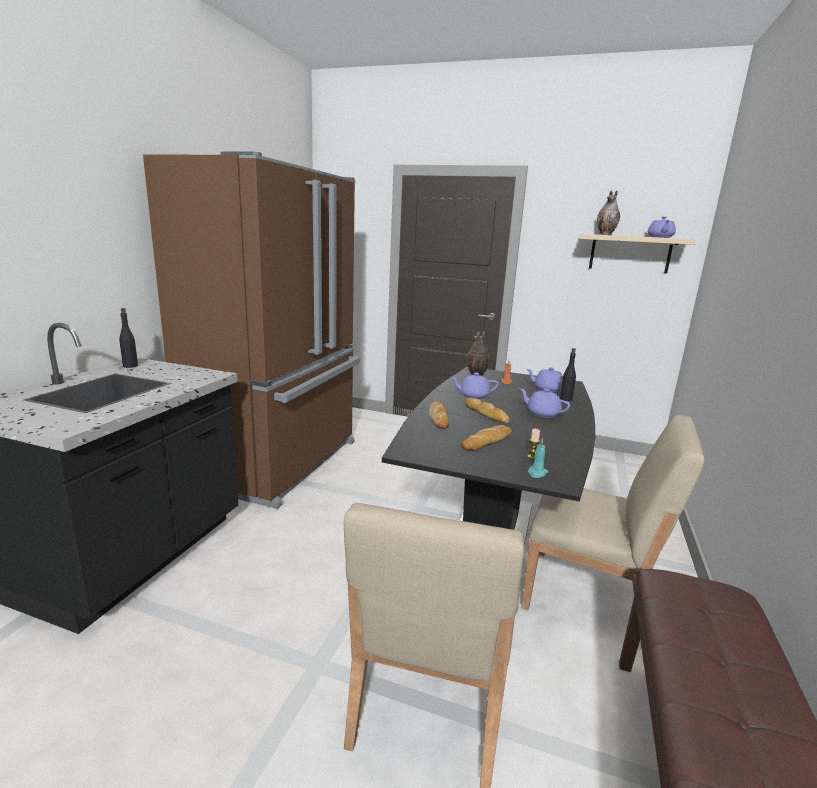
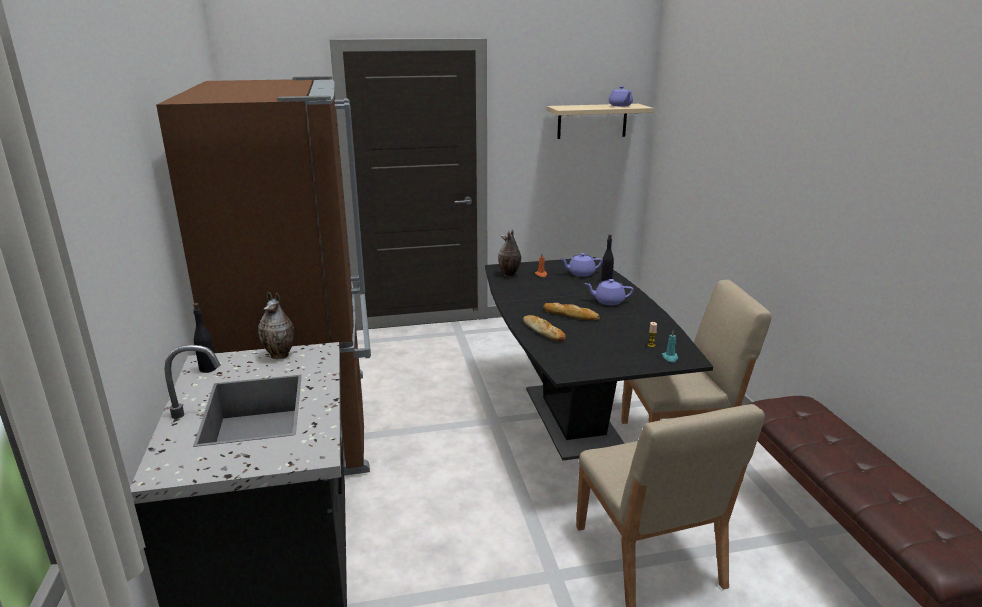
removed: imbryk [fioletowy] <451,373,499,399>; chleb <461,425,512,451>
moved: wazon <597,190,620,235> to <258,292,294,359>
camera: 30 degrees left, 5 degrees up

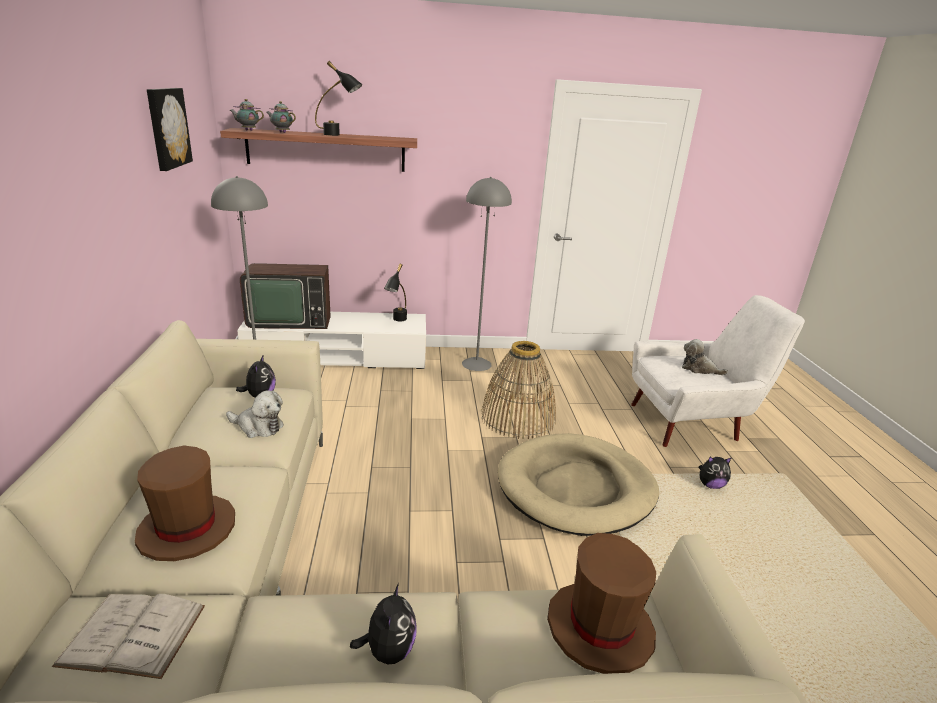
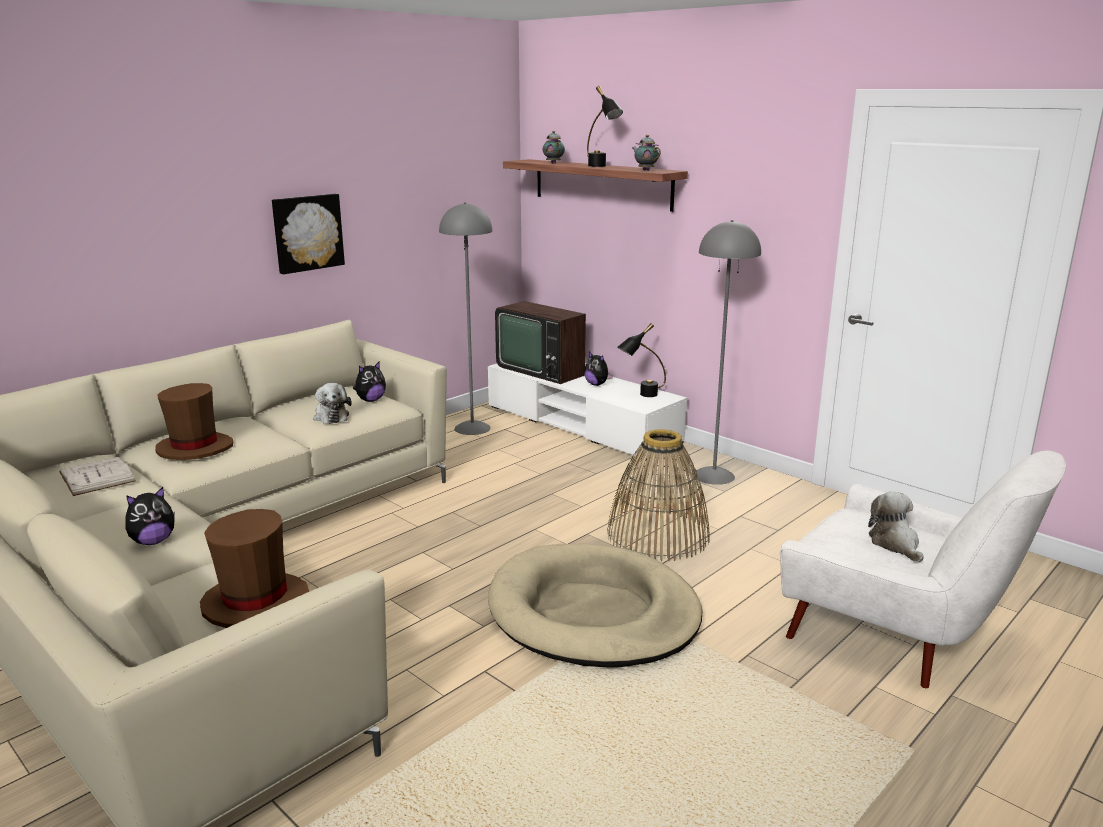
moved: obraz <147,88,193,171> to <272,194,345,274>; pluszak <699,457,732,489> to <584,352,613,386>; imbryk <229,99,264,131> to <632,135,661,171>
camera: 50 degrees right, 5 degrees down

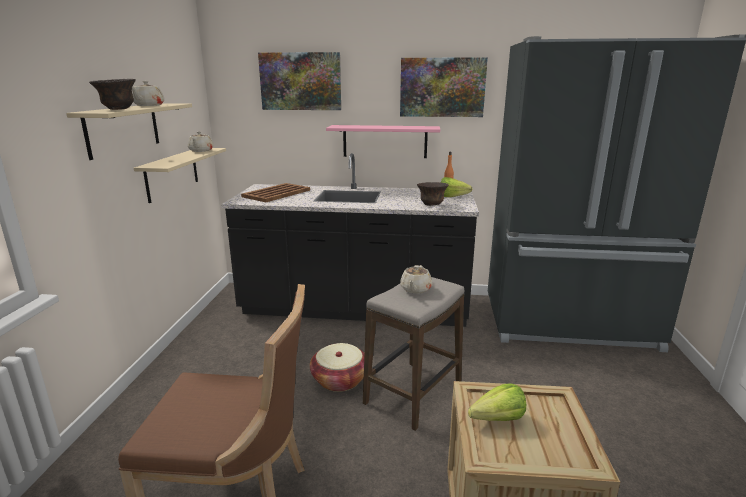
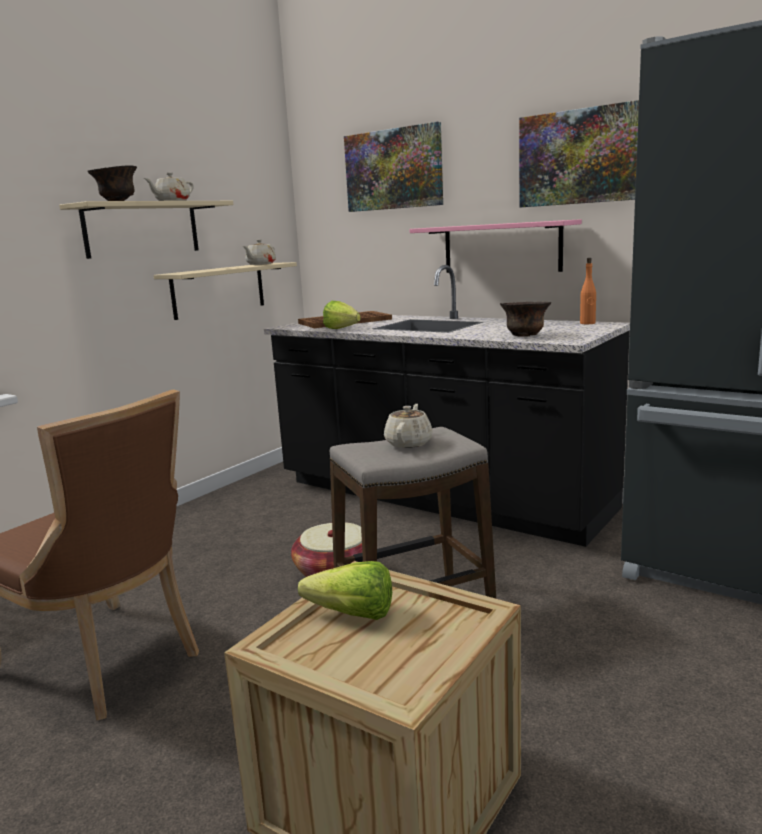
moved: sałata <441,177,472,197> to <323,301,361,329>
turned: imbryk [beżowy] <400,265,432,294> = <384,404,432,448> 150 degrees clockwise
camera: 30 degrees right, 5 degrees down

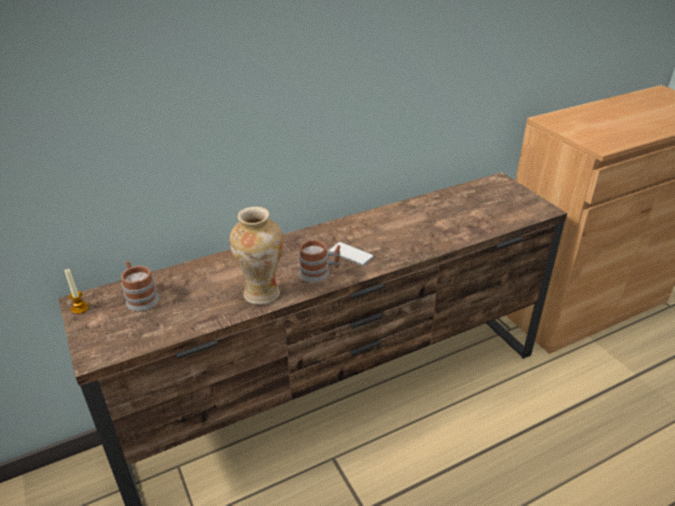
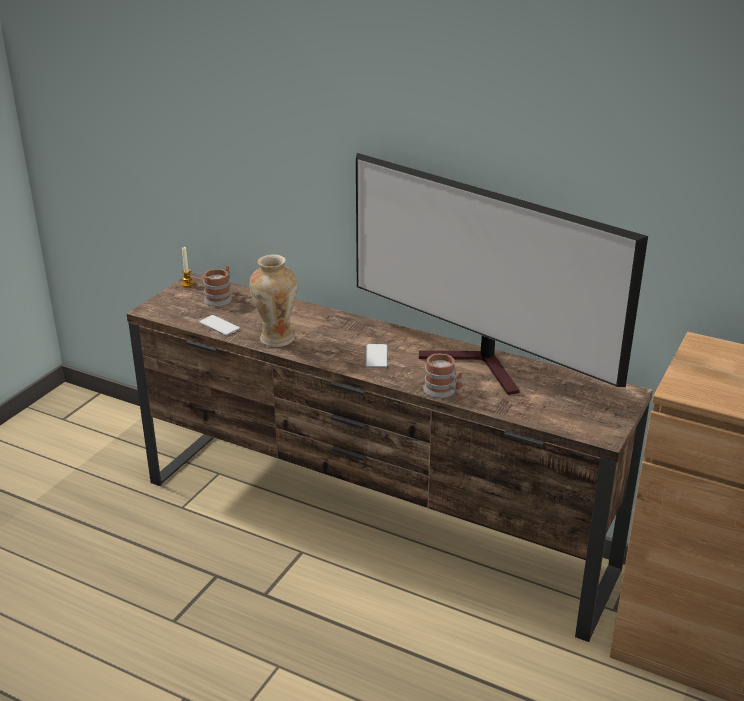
added: telefon <199,315,241,336>; telewizor <356,153,648,395>
moved: kubek <299,240,340,282> to <423,353,462,398>
camera: 55 degrees right, 5 degrees down

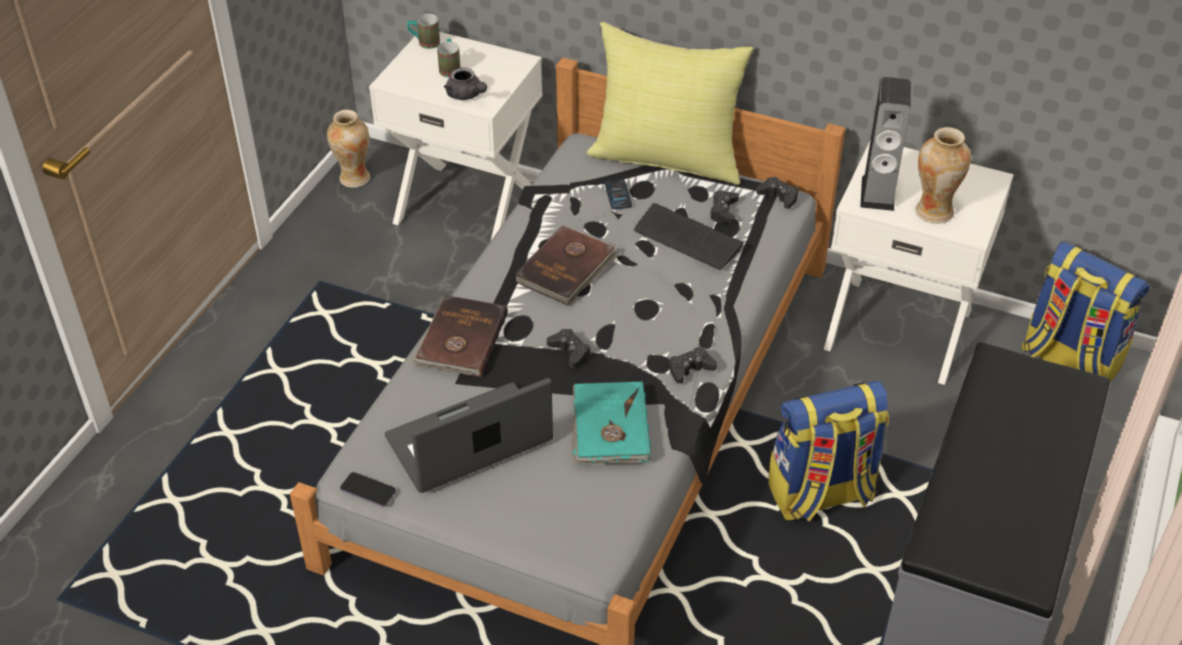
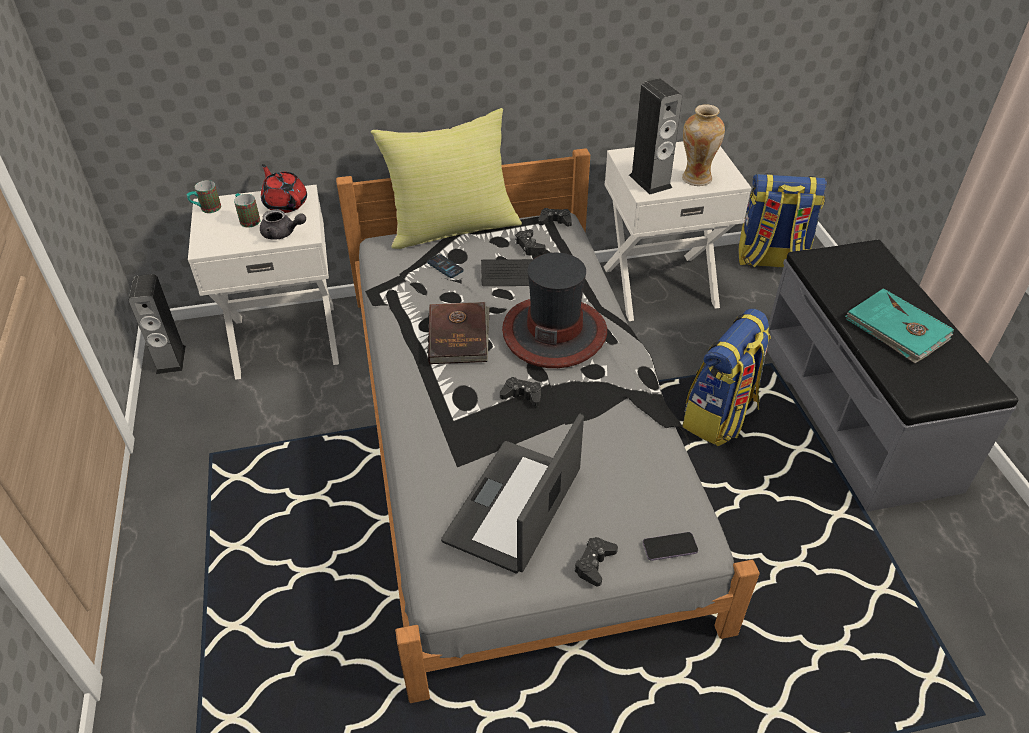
removed: książka [brązowy] <410,295,508,377>
added: imbryk [czerwony] <261,164,307,213>; kapelusz <502,253,607,368>
moved: pad do gier [czarny] <670,347,717,384> to <574,537,618,586>; telefon <340,472,396,507> to <643,532,698,561>; książka [turkusowy] <572,381,651,465> to <845,288,954,363>
replaced: wazon <327,110,370,188> to głośnik <129,274,186,374>
camera: 35 degrees left, 0 degrees up

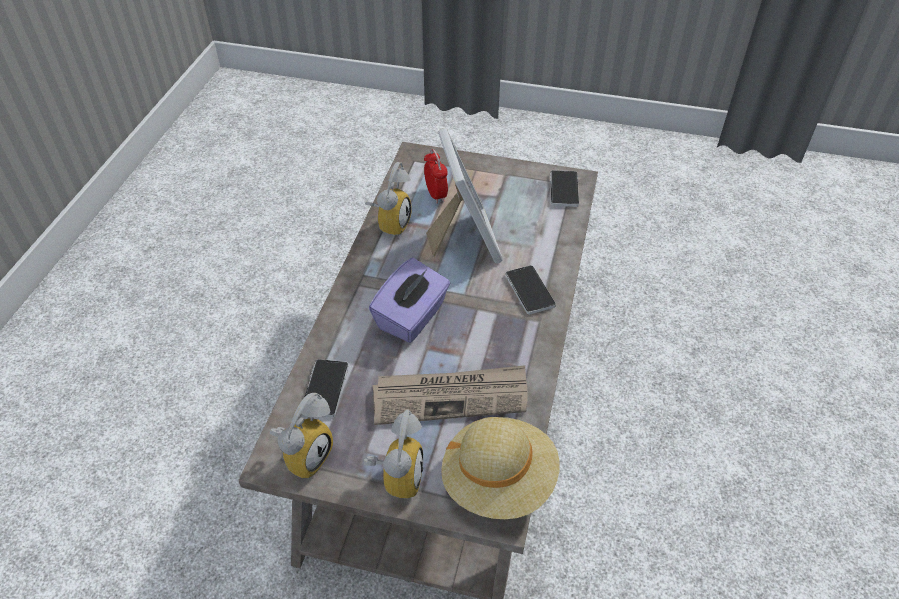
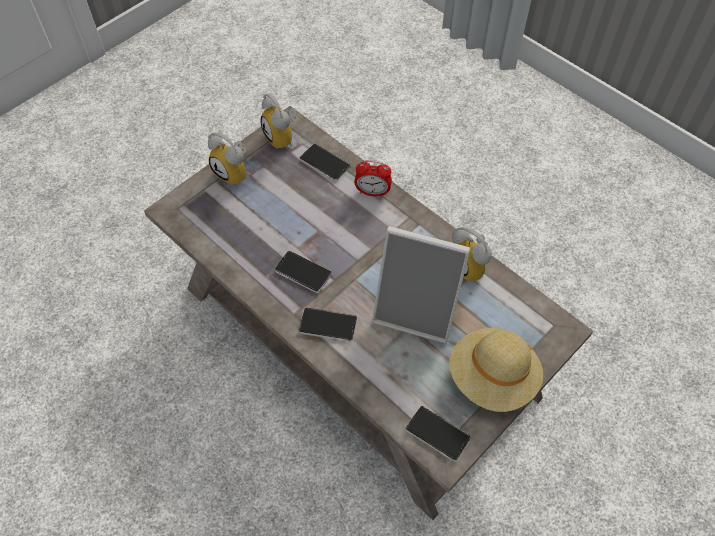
removed: pudełko chusteczek [fioletowy] <369,258,450,343>; gazeta <373,365,528,425>
added: telefon <274,251,332,293>
moved: budzik <424,149,448,204> to <354,160,392,197>; kapelusz [beżowy] <441,417,560,519> to <449,328,543,412>
camera: 120 degrees right, 10 degrees up

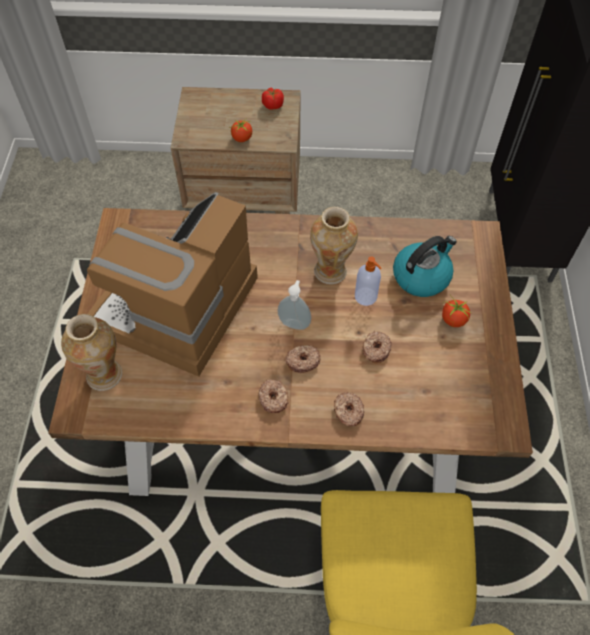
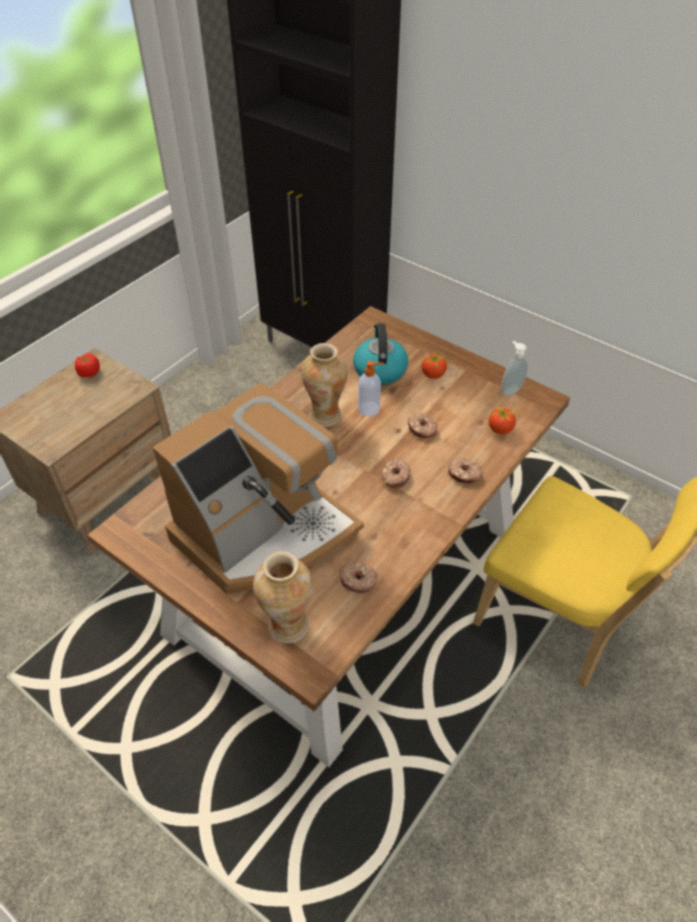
moved: donut <259,379,288,413> to <339,563,378,593>; pomidor <231,119,252,142> to <489,405,516,434>; dozownik mydła <277,280,311,330> to <501,341,528,396>
turned: ekspres do kawy <87,192,258,377> = <152,383,364,594> 105 degrees counterclockwise
camera: 55 degrees left, 10 degrees down

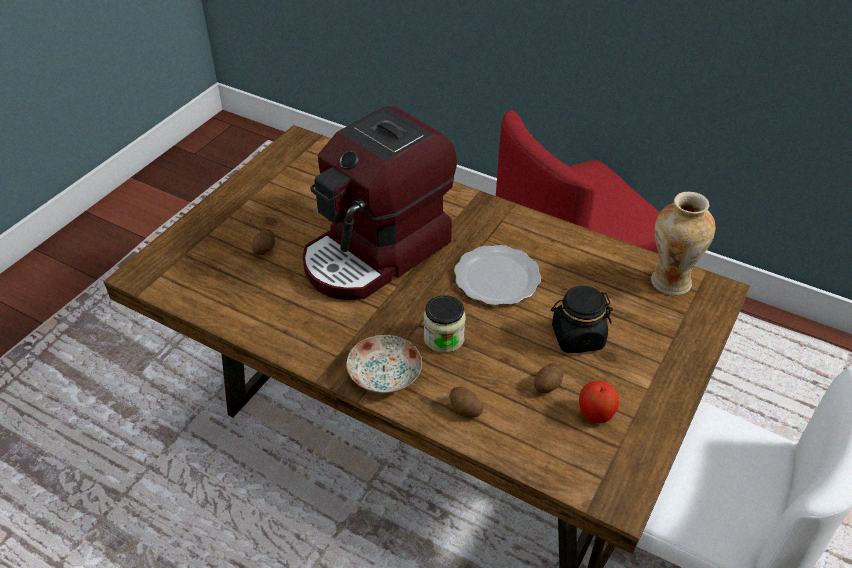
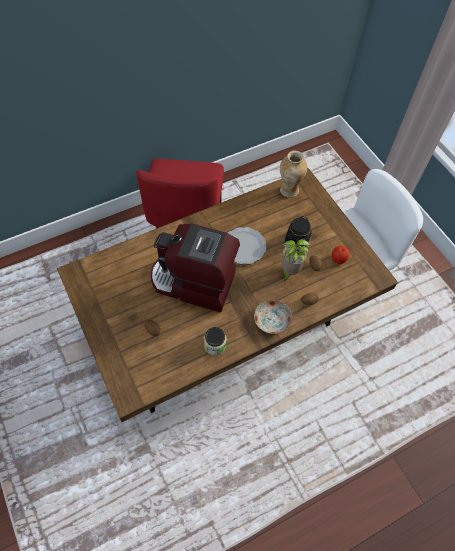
added: roślina doniczkowa <281,239,310,282>
moved: słoik <424,295,466,353> to <204,327,226,356>
turned: ekspres do kawy <302,106,457,300> = <151,223,240,312> 120 degrees clockwise
camera: 60 degrees left, 15 degrees up

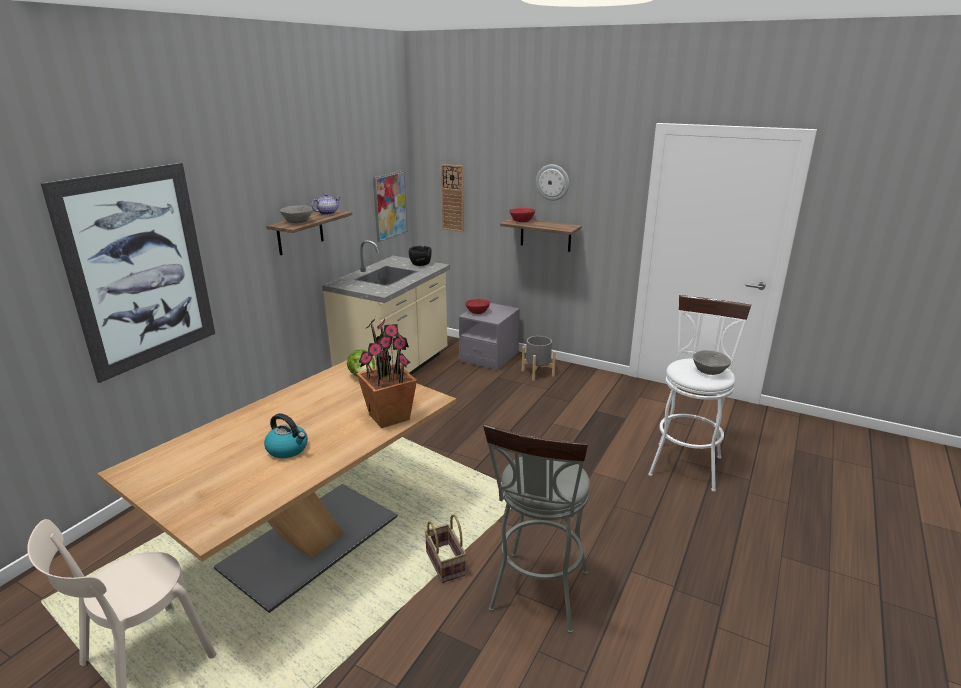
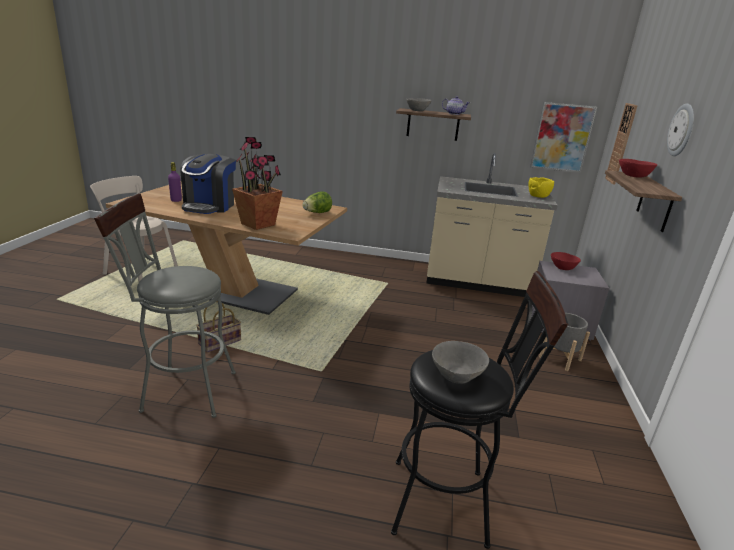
removed: obraz <41,163,215,383>
added: butelka [fioletowy] <168,162,182,202>
replaced: czajnik <264,413,308,458> to ekspres do kawy <181,154,236,214>
recoloured: stołek [biały] <648,295,751,492> to stołek [czarny] <391,271,568,549>; miska [czarny] <409,246,432,266> to miska [żółty] <528,177,554,198>
camera: 70 degrees right, 0 degrees up

